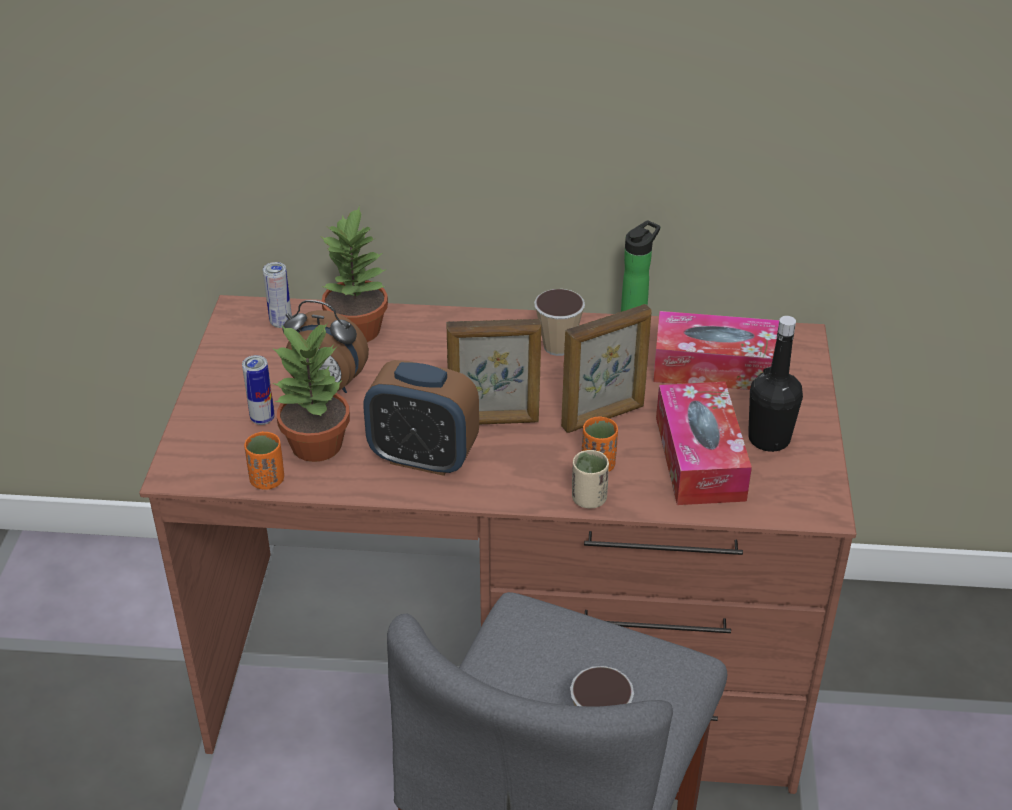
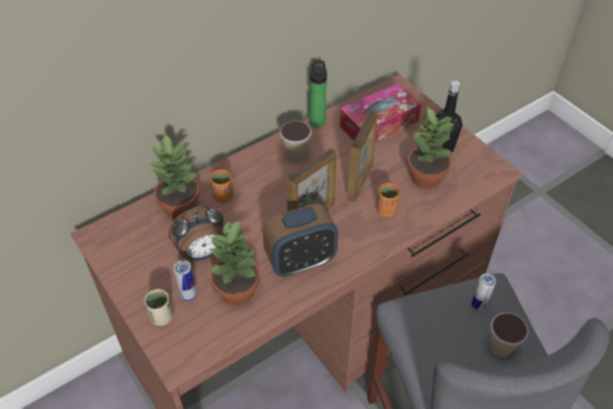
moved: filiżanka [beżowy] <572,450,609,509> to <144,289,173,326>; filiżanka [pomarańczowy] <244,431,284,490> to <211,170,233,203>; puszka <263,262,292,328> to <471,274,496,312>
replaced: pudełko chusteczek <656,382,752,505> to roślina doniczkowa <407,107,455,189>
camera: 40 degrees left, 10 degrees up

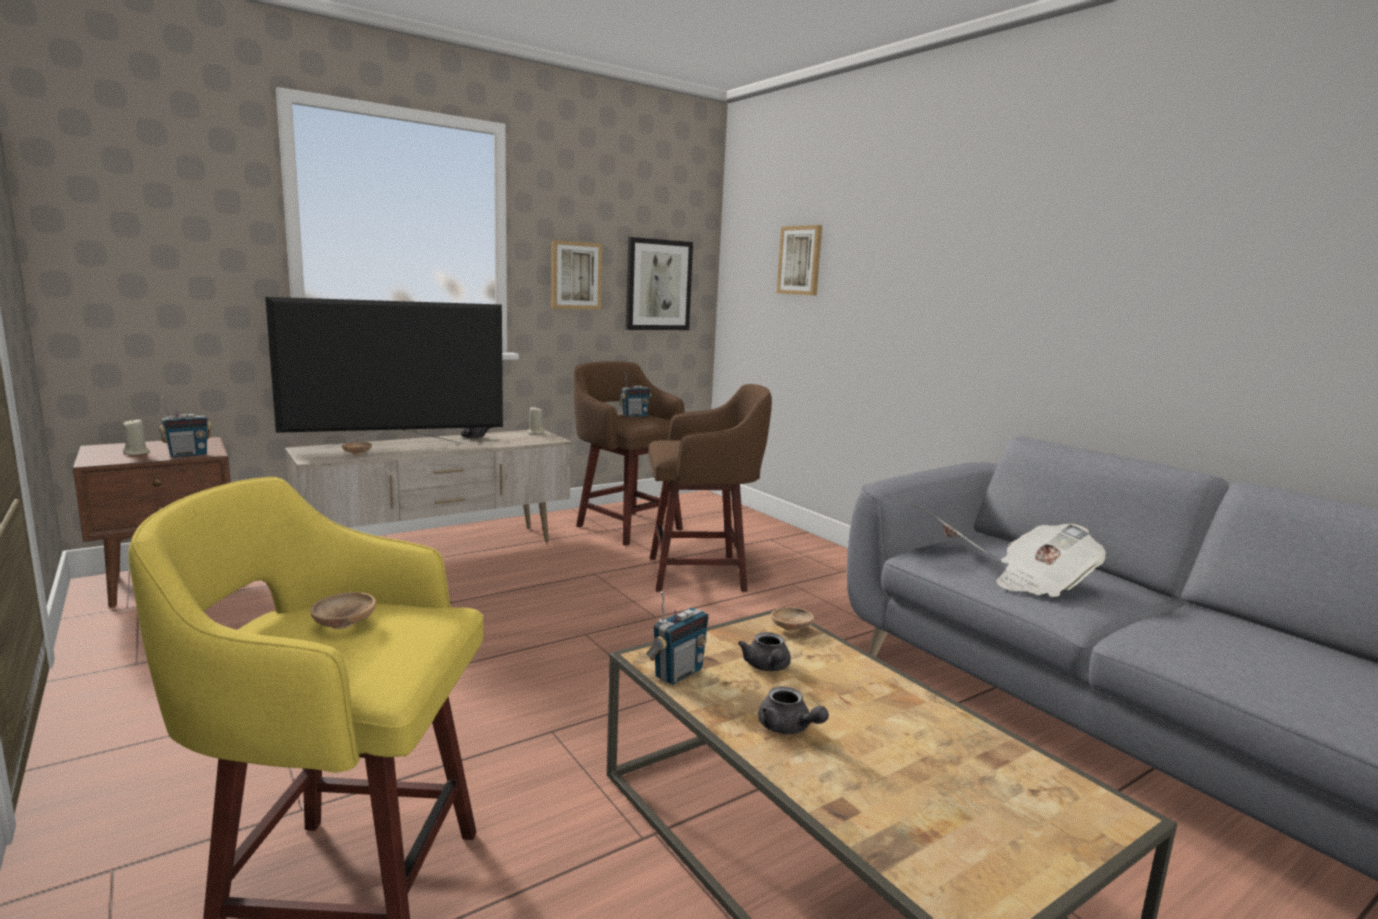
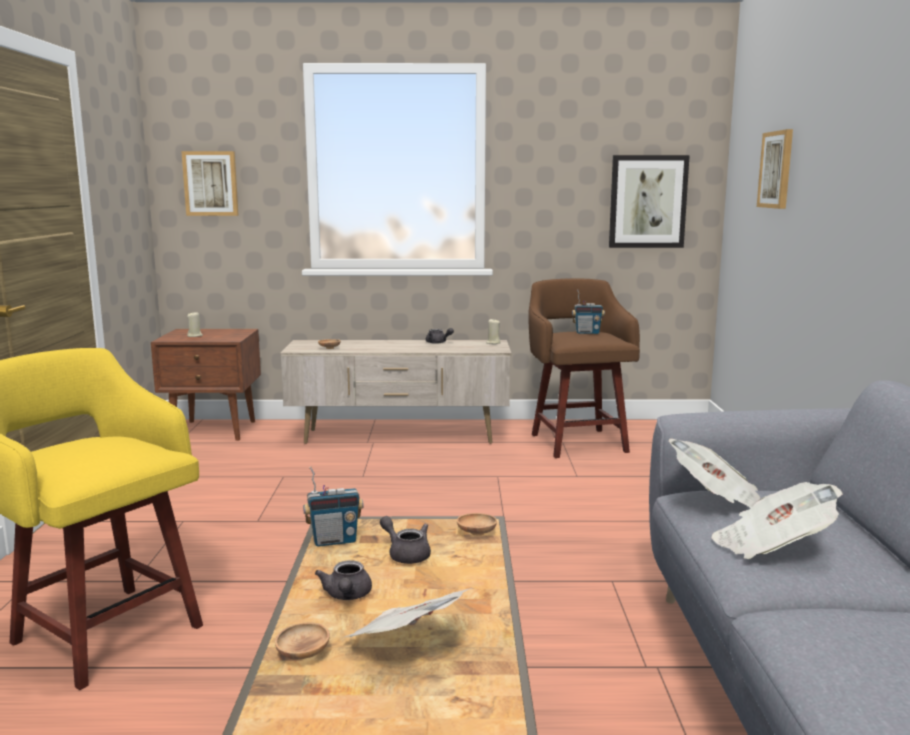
removed: radio <159,397,212,457>; telewizor <265,297,503,448>; stołek [brązowy] <649,384,772,592>
added: gazeta <343,588,472,638>
moved: obraz <551,240,602,309> to <181,151,238,216>; miska [brązowy] <310,592,376,629> to <275,622,330,660>
turned: imbryk [szary] <738,632,791,671> = <380,516,431,564> 105 degrees clockwise
camera: 35 degrees right, 0 degrees up

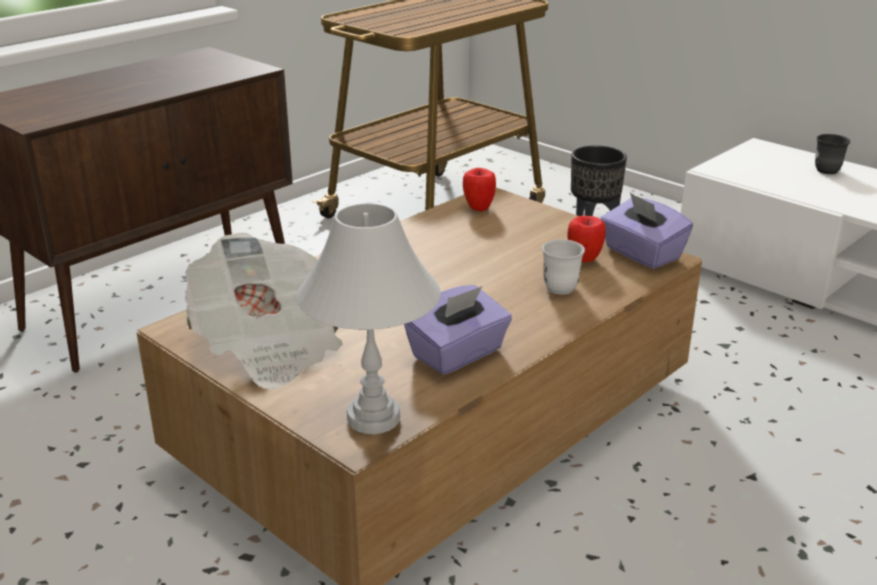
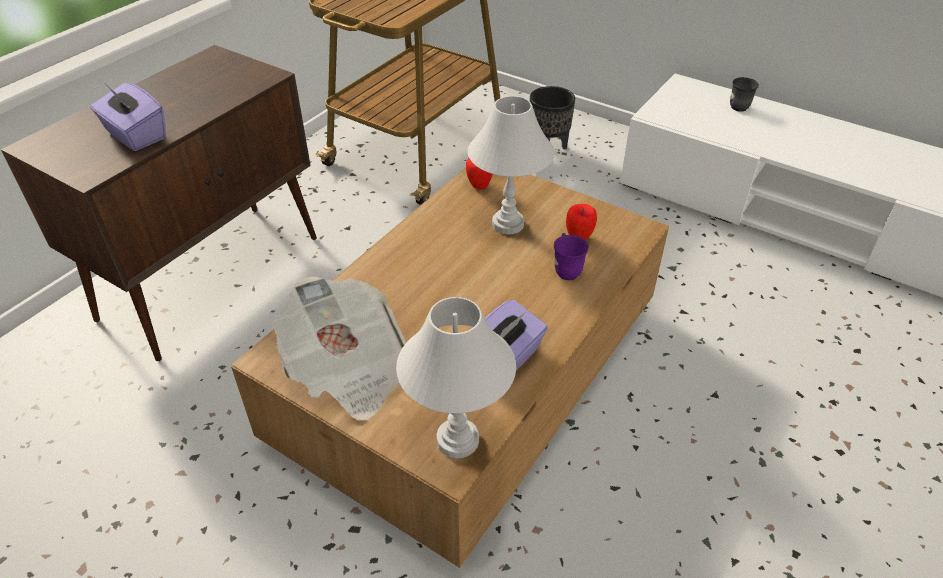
added: lampa stołowa [biały] <468,96,555,234>
moved: pudełko chusteczek [fioletowy] <601,193,693,269> to <90,83,166,151>
recoloured: kubek [biały] <542,239,585,295> to kubek [fioletowy] <554,233,589,280>
camera: 10 degrees left, 15 degrees up

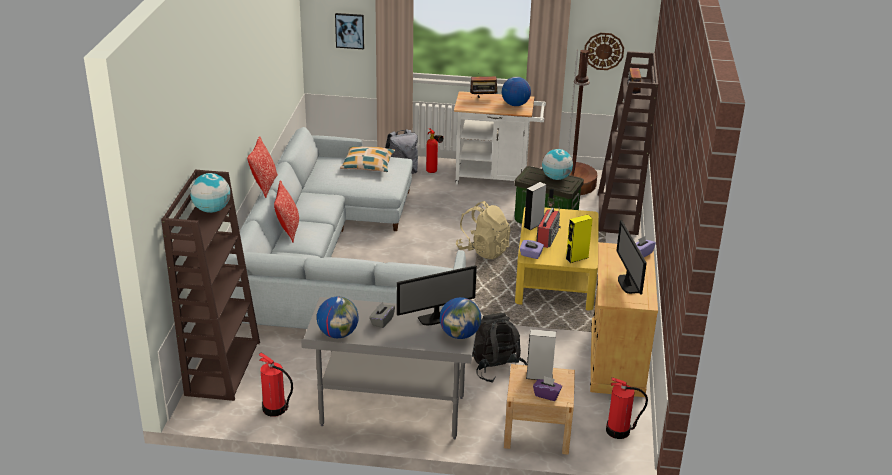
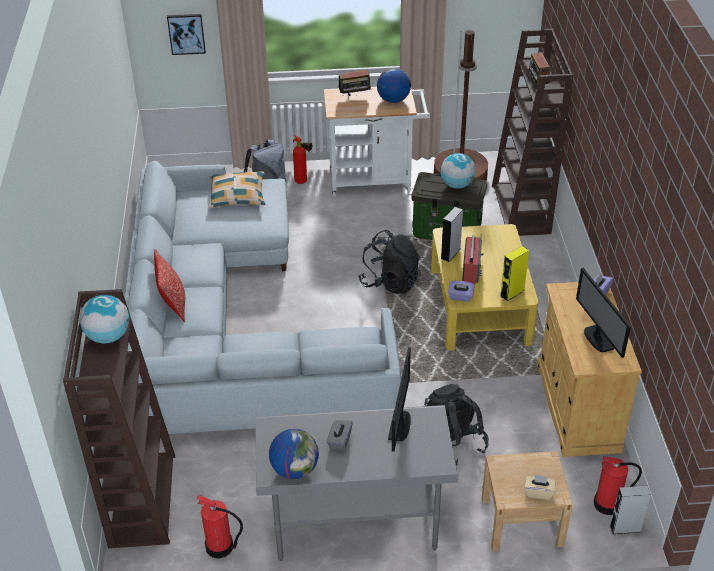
removed: poduszka <247,136,278,198>; globus <440,297,481,339>; zegar ścienny <584,33,624,70>
moved: głośnik [szary] <526,329,556,380> to <610,485,651,534>
recoloured: plecak [beżowy] <456,201,511,259> to plecak [czarny] <358,230,421,294>; pudełko chusteczek [fioletowy] <533,376,562,401> to pudełko chusteczek [beżowy] <524,474,555,500>
turned: monitor <397,265,477,325> = <388,348,411,452> 45 degrees counterclockwise
camera: 10 degrees left, 10 degrees up

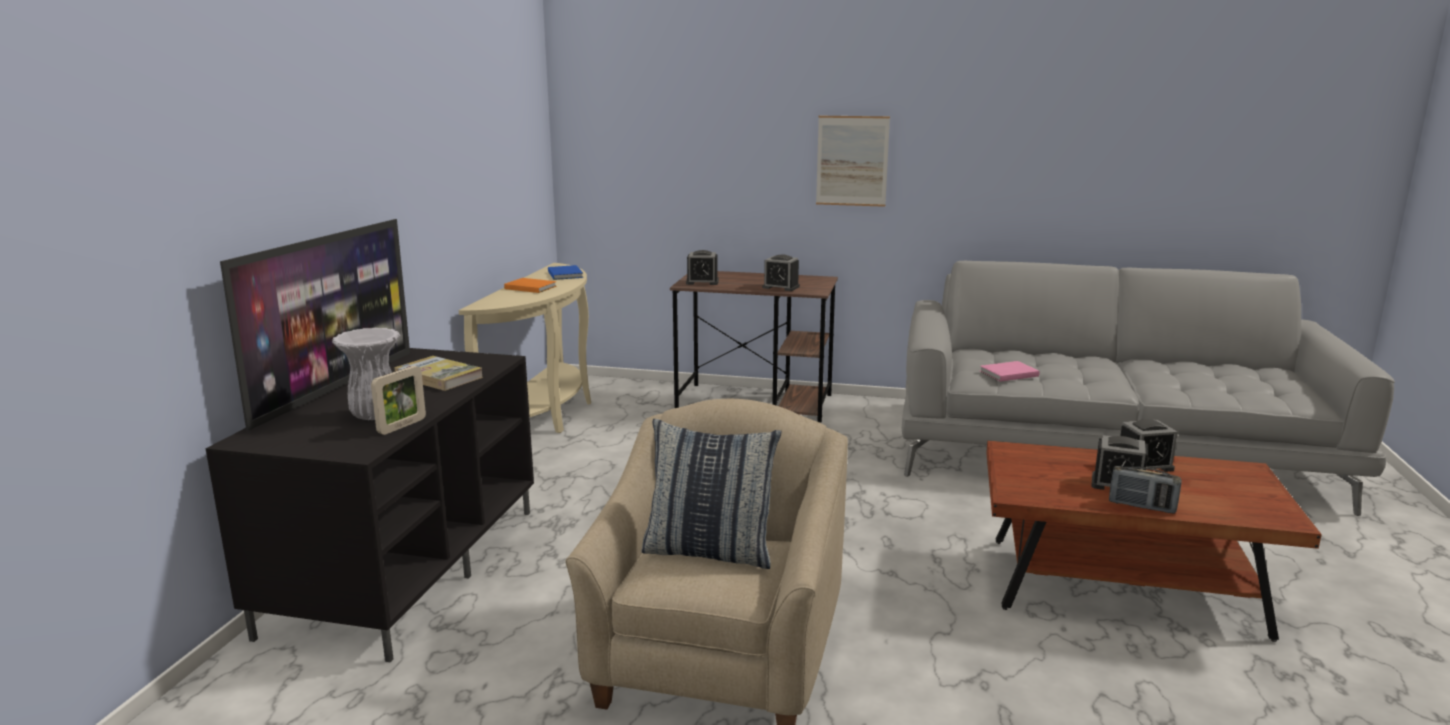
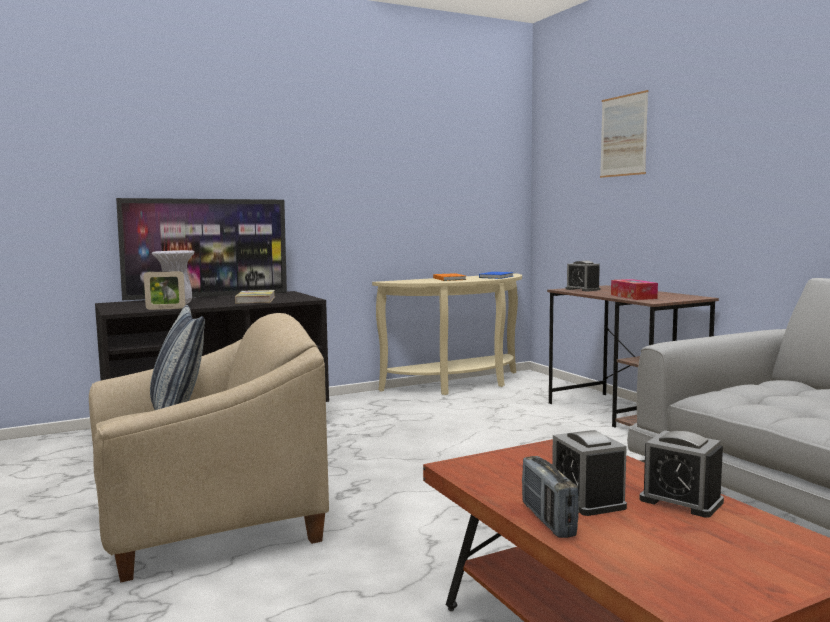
removed: książka [różowy] <980,361,1039,382>
moved: obraz <816,116,890,207> to <600,90,648,178>
replaced: budzik <762,255,800,291> to pudełko chusteczek <611,279,658,300>
camera: 50 degrees right, 10 degrees down

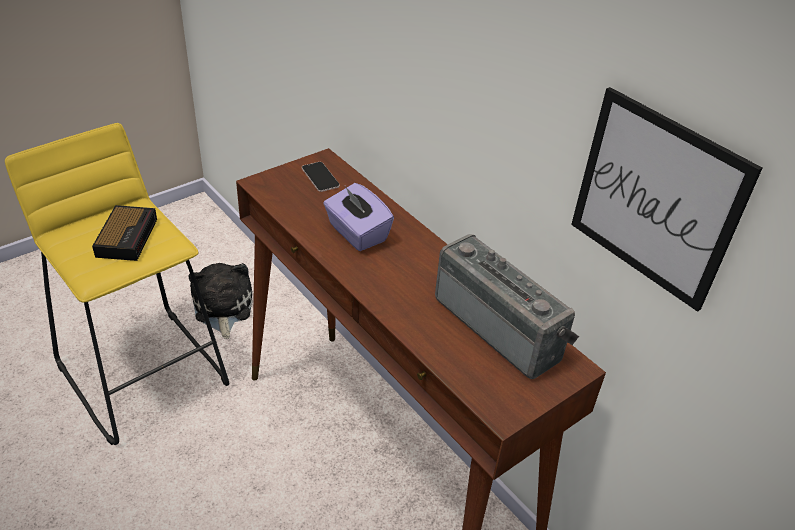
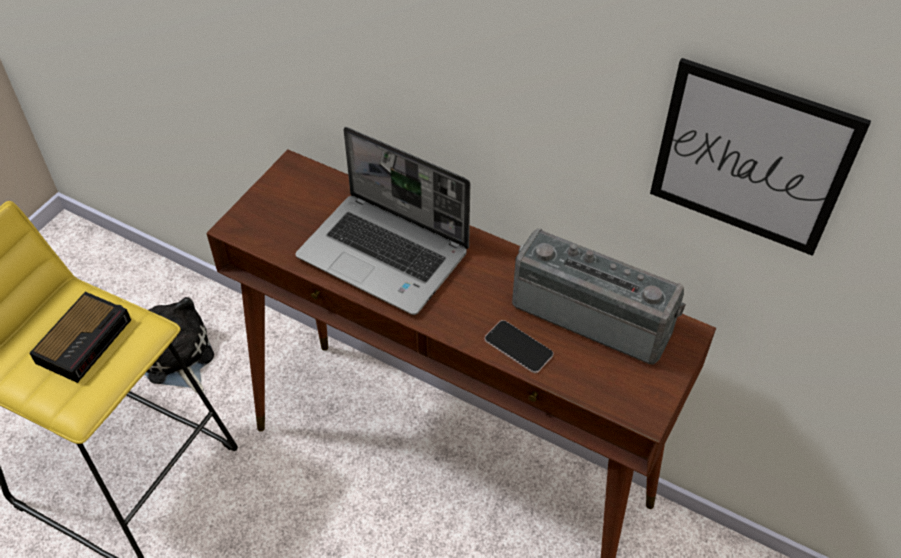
moved: telefon <302,162,340,192> to <485,320,554,373>
replaced: pudełko chusteczek [fioletowy] <323,183,394,251> to laptop <295,127,470,315>
turned: budzik <92,205,157,261> = <29,292,131,383> 45 degrees clockwise
camera: 20 degrees left, 10 degrees up

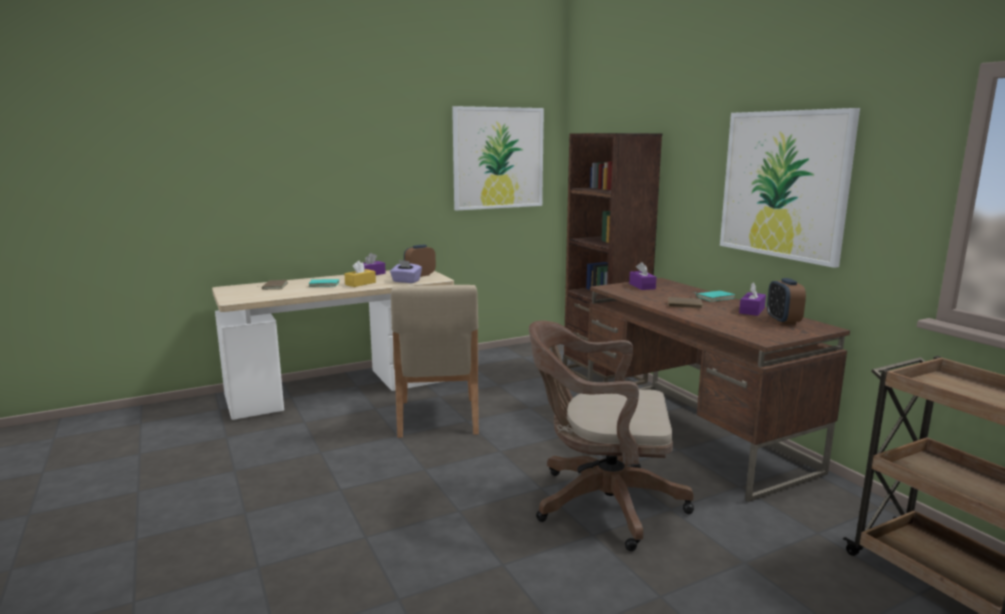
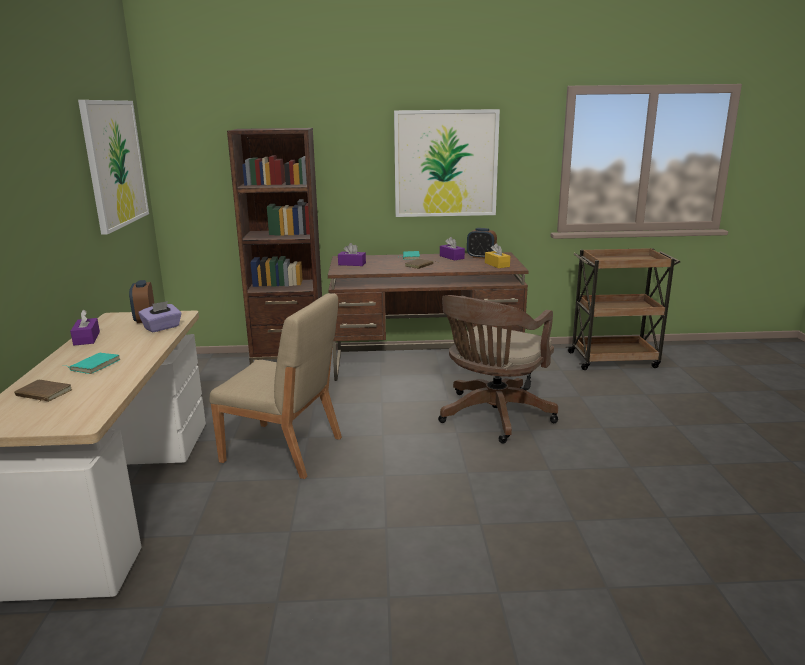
moved: pudełko chusteczek [żółty] <345,261,376,287> to <485,243,510,268>
camera: 65 degrees left, 5 degrees up

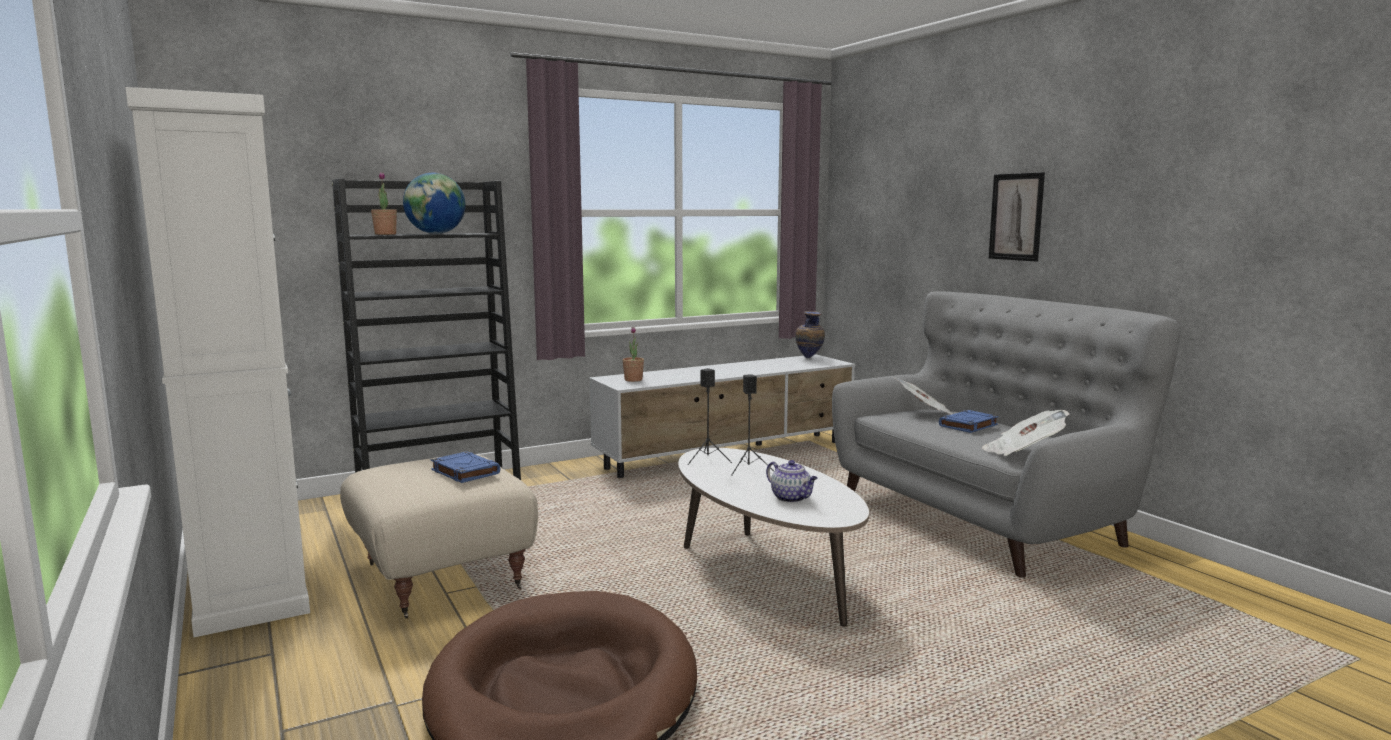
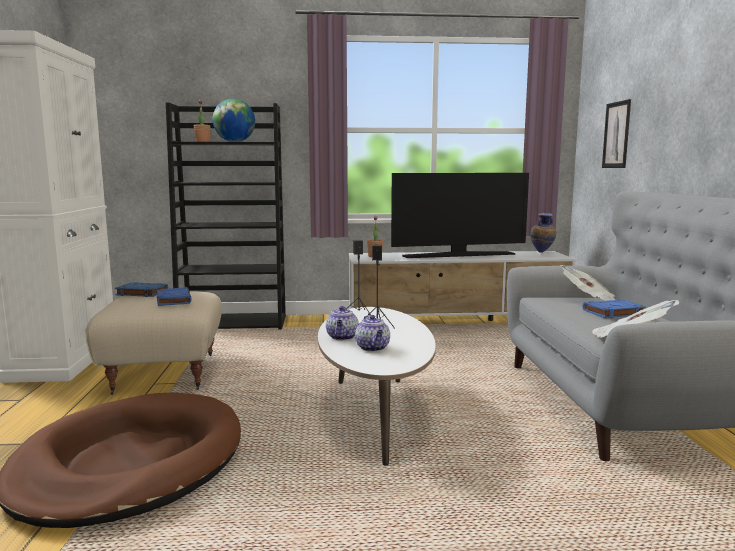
added: książka [niebieski] <115,282,168,297>; imbryk <326,306,359,340>; telewizor <391,173,529,258>
moved: obraz <989,172,1045,262> to <602,99,631,168>
camera: 25 degrees right, 0 degrees up

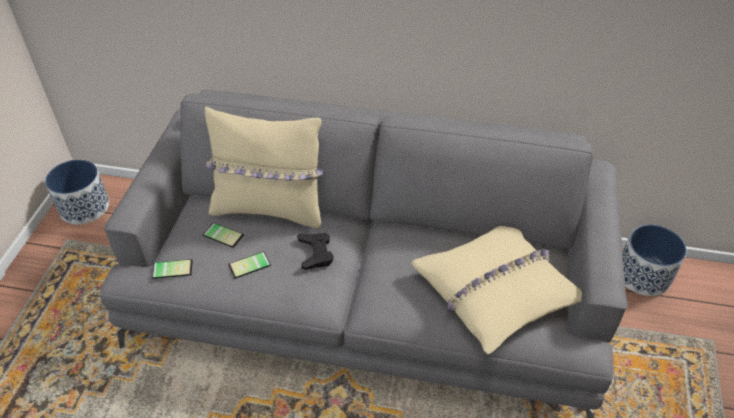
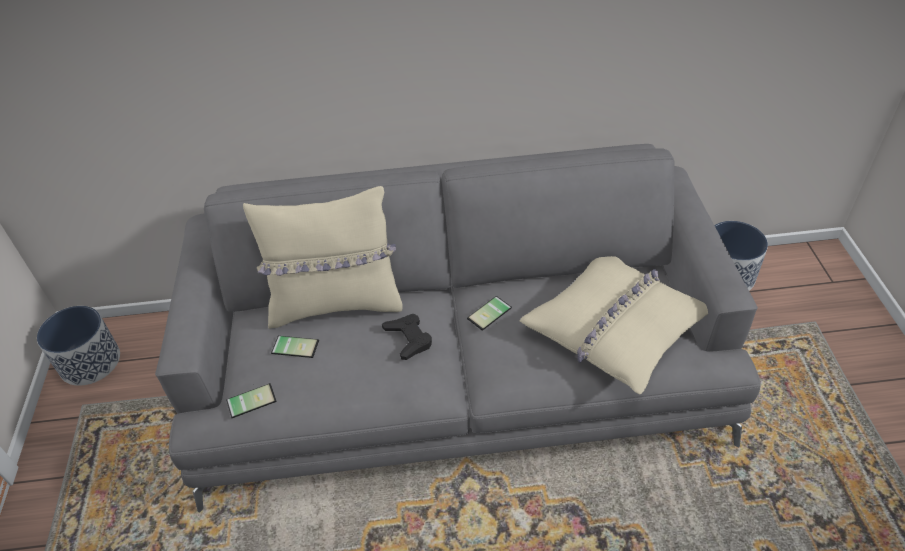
moved: telefon <228,251,271,279> to <467,296,512,331>
camera: 15 degrees left, 0 degrees up

